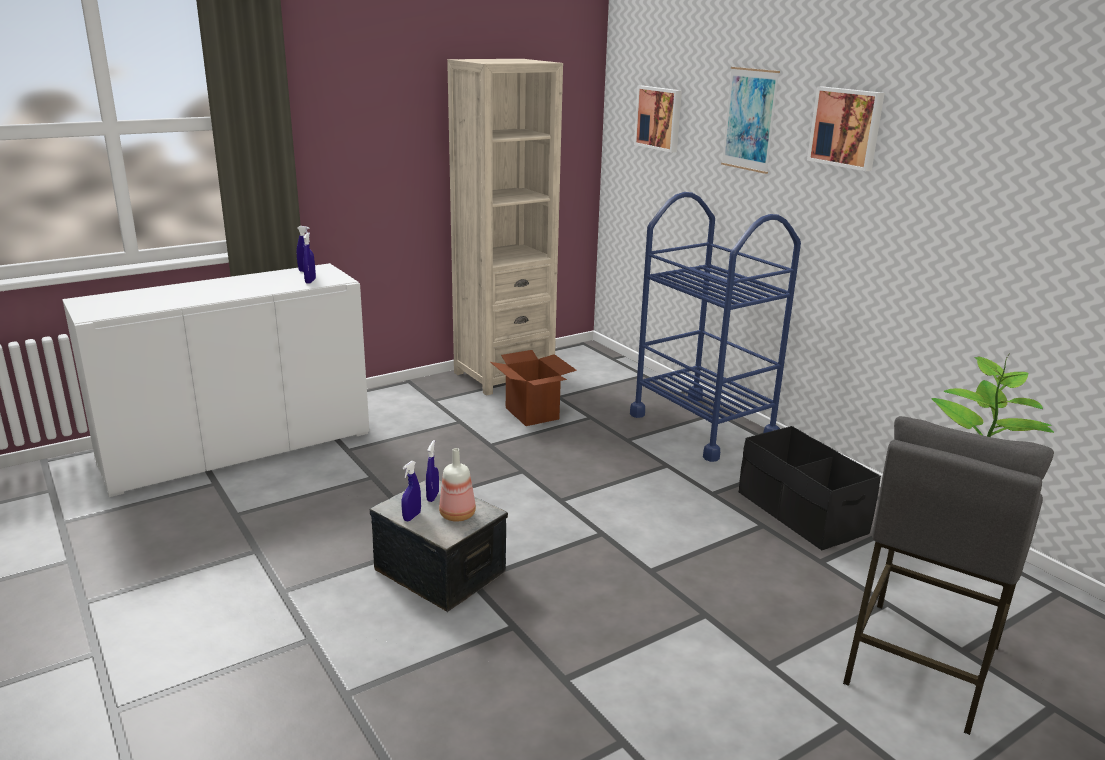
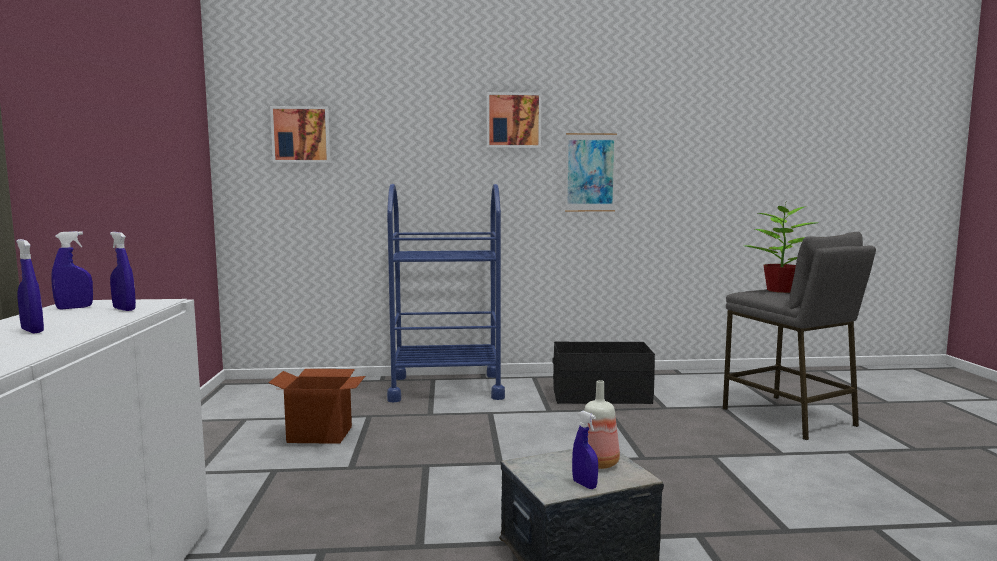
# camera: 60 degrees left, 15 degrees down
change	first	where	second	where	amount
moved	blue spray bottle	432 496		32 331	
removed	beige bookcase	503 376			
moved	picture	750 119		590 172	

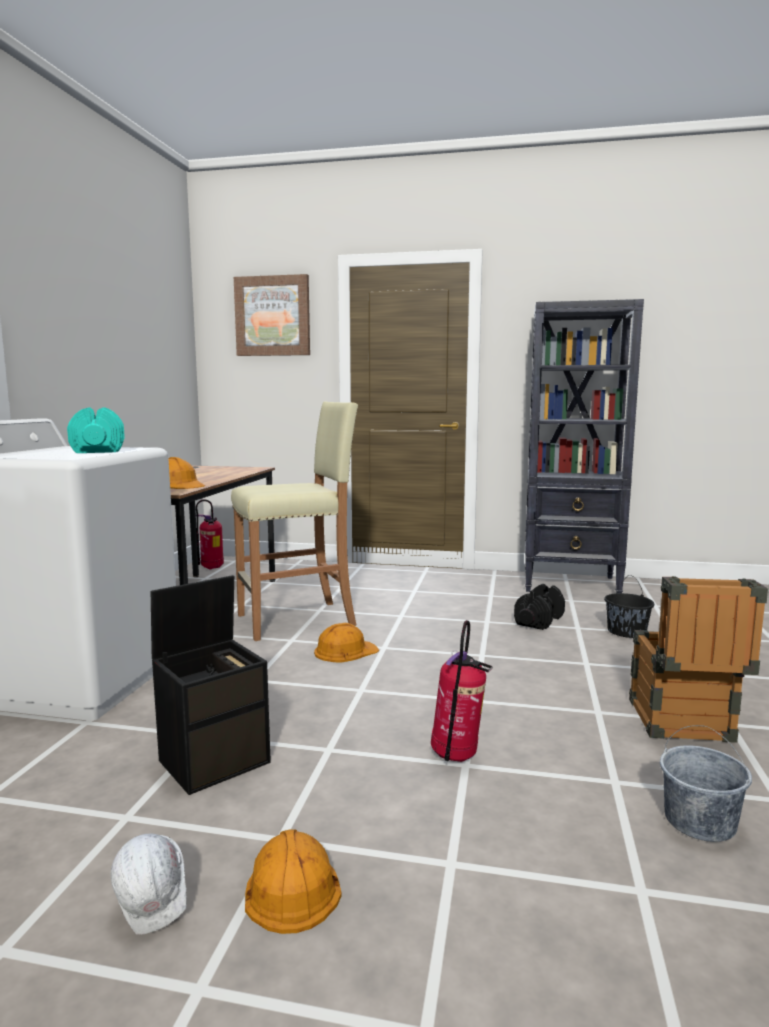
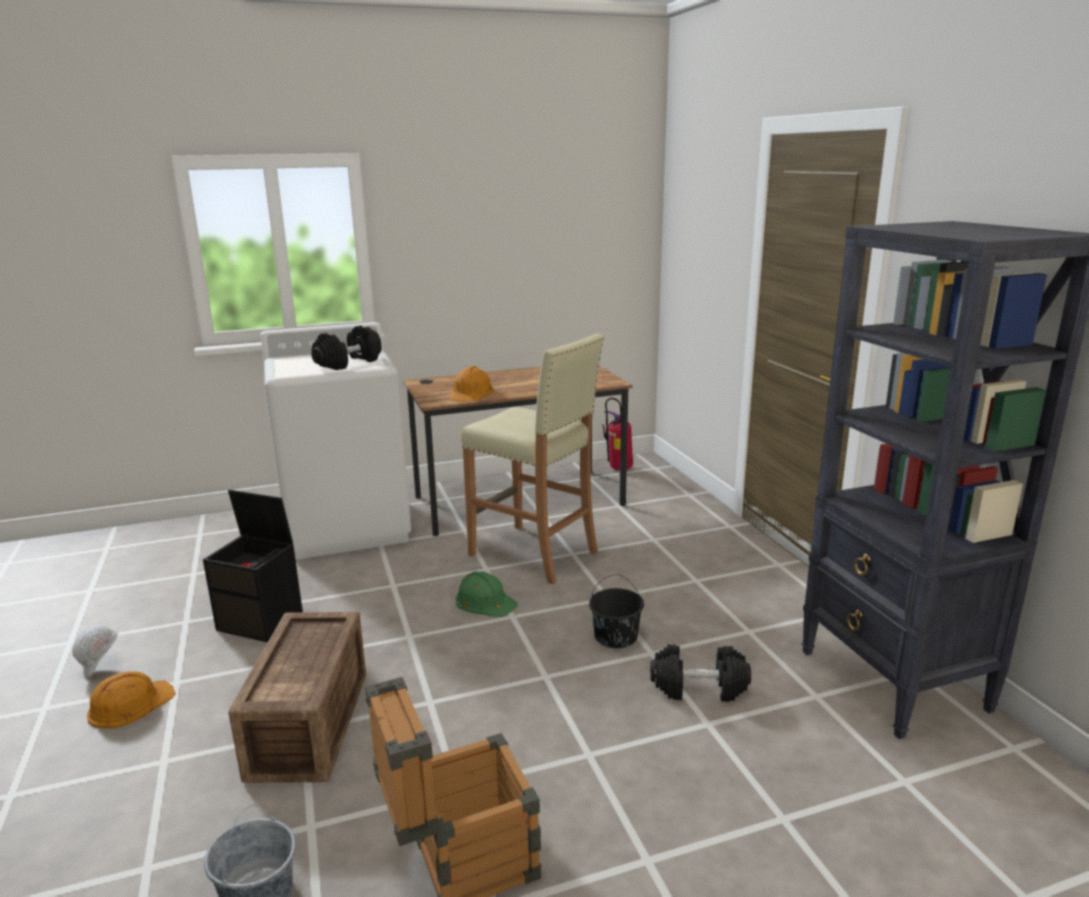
# camera: 60 degrees right, 10 degrees up
change	first	where	second	where	amount
recoloured	turquoise dumbbell	99 450	black dumbbell	348 363	
removed	picture	273 316			
recoloured	orange hard hat	345 651	green hard hat	485 601	
replaced	fire extinguisher	456 758	crate	313 722	
moved	black bucket	626 631		615 636	

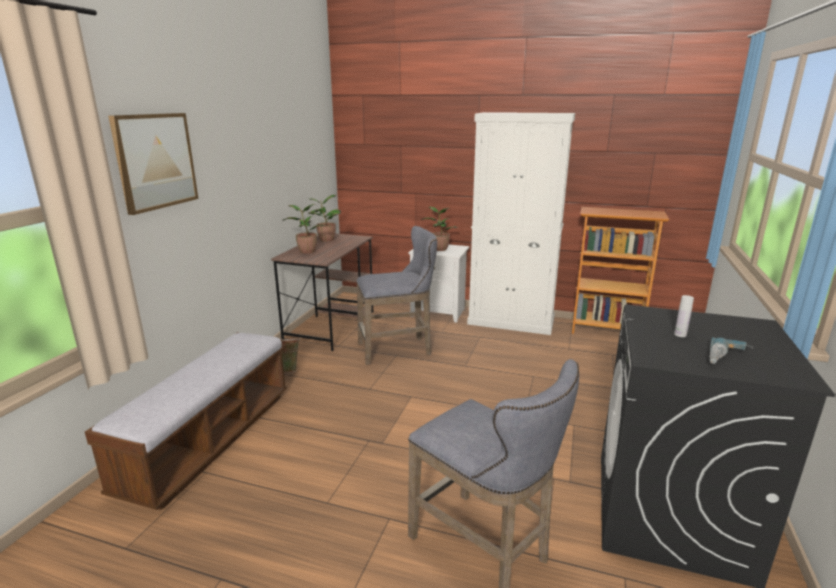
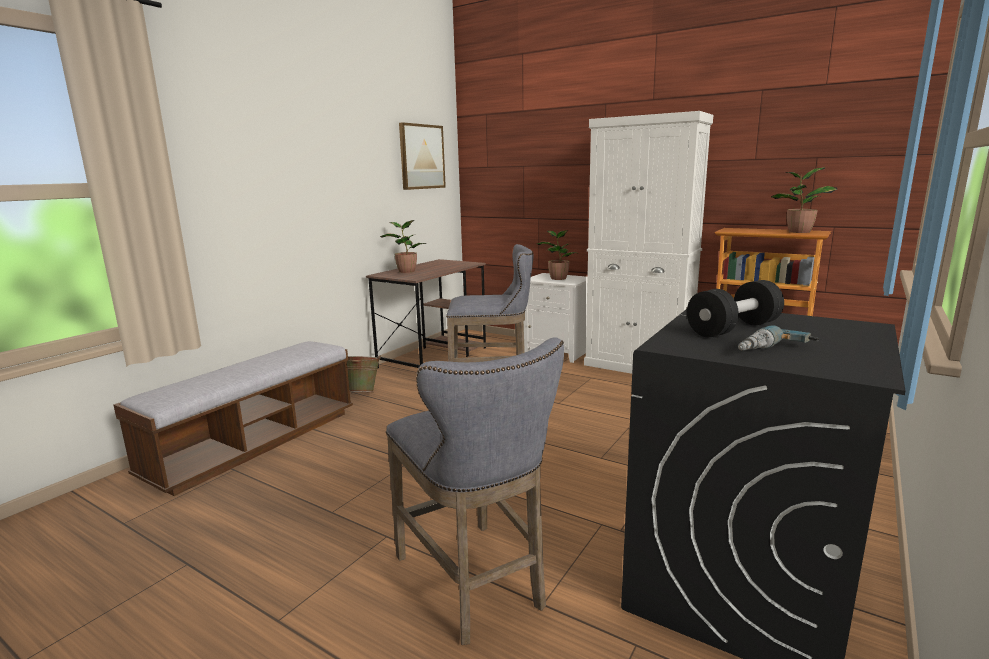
# camera: 15 degrees right, 5 degrees down
change	first	where	second	where	amount
moved	picture	155 161		421 157	
moved	potted plant	325 240		798 232	
replaced	white bottle	680 334	black dumbbell	733 329	

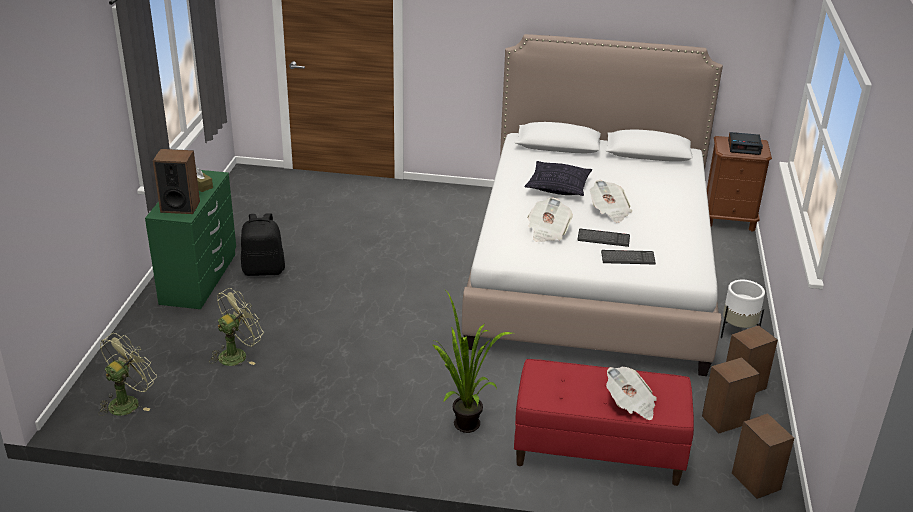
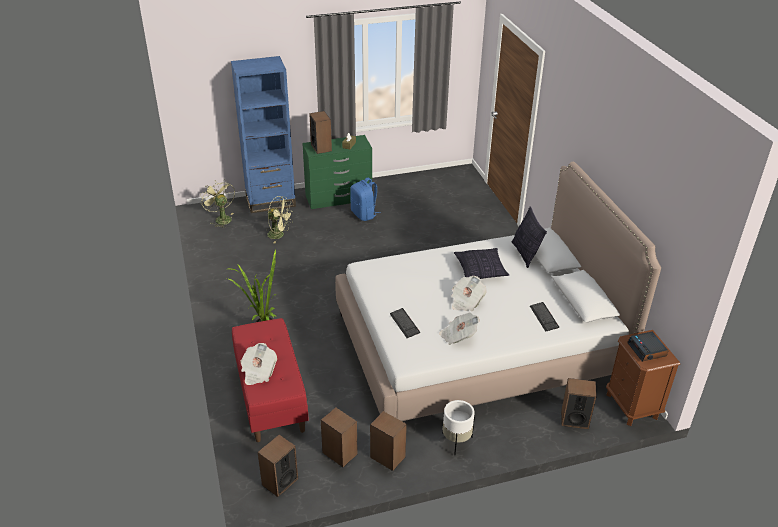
# camera: 65 degrees right, 5 degrees up
change	first	where	second	where	amount
turned	green fan	128 402		221 219	135 degrees counterclockwise
recoloured	black backpack	264 270	blue backpack	364 214	
moved	newspaper	547 231		458 336	
moved	keyboard	603 239		544 317	
added			blue bookcase	270 201	
added			pillow	525 254	
added			speaker	574 419	

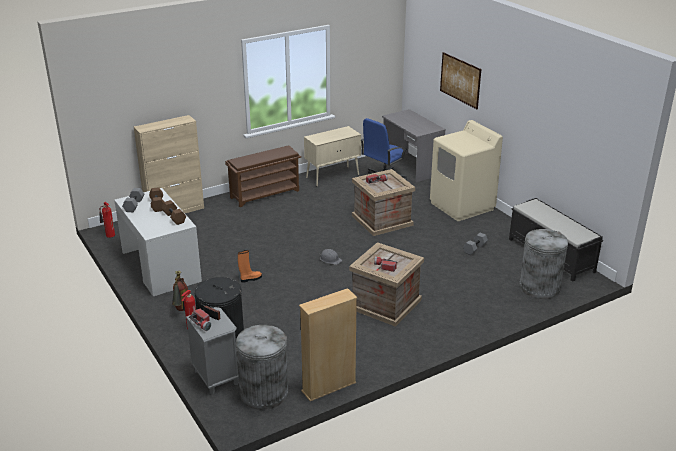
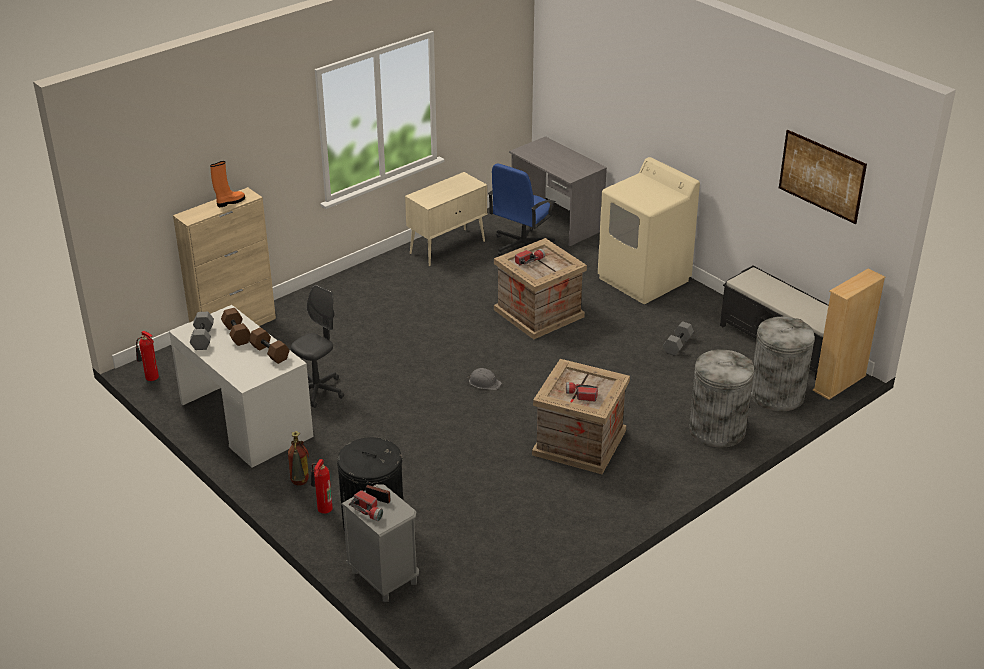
# camera: 10 degrees left, 5 degrees up
change	first	where	second	where	amount
removed	brown shoe rack	265 194			
moved	grey trash can	264 393		717 429	
moved	orange boot	250 279		230 202	
moved	beige bookcase	329 387		839 383	
moved	picture	460 80		821 176	
added			grey office chair	318 391	

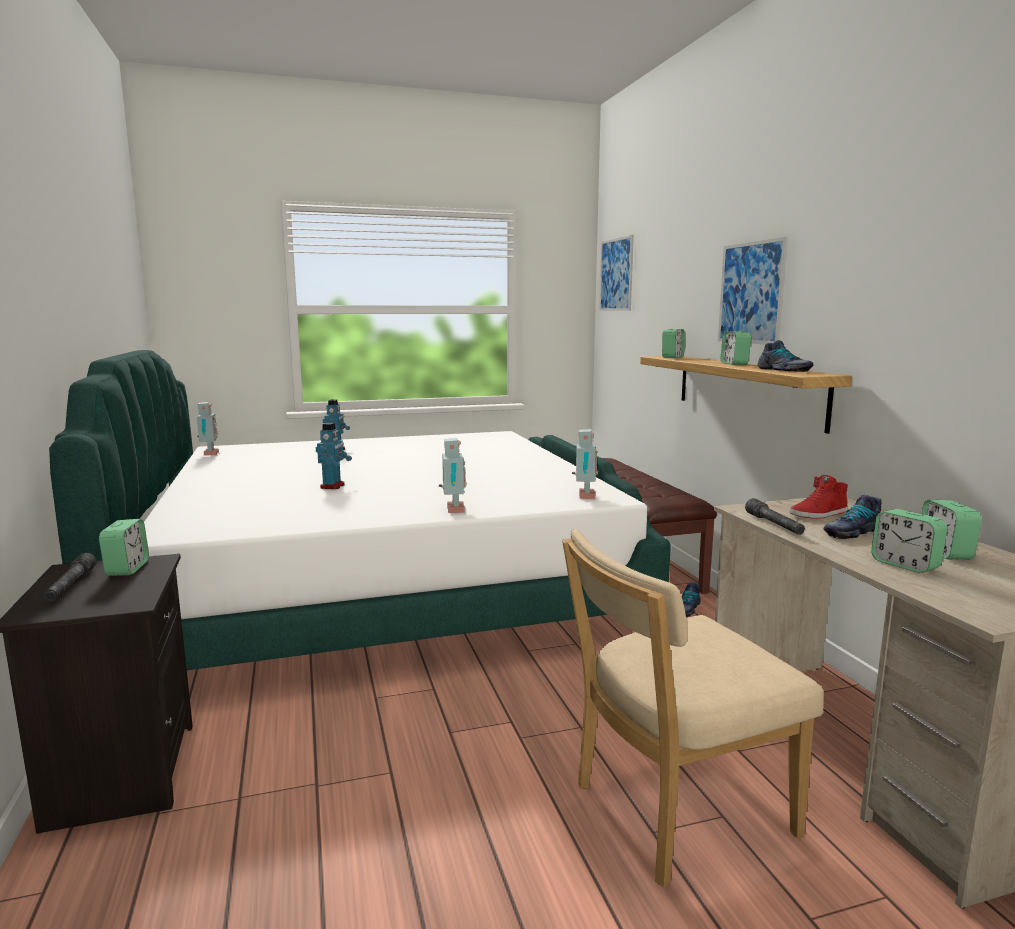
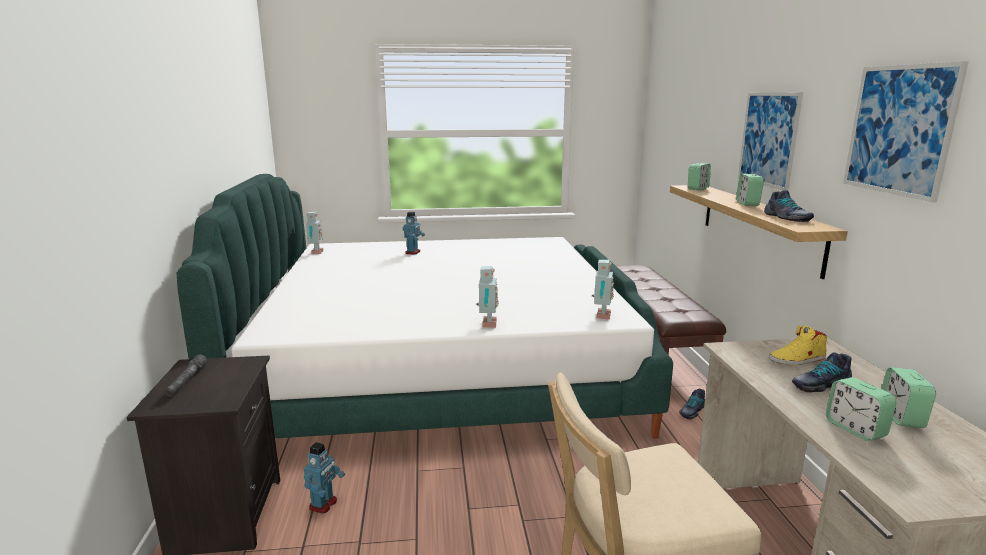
# camera: 10 degrees right, 5 degrees up
change	first	where	second	where	amount
removed	alarm clock	127 569			
moved	toy robot	333 486		324 504	
moved	picture	616 275		899 130	
removed	grey flashlight	774 525			
recoloured	red shoe	819 514	yellow shoe	797 359	

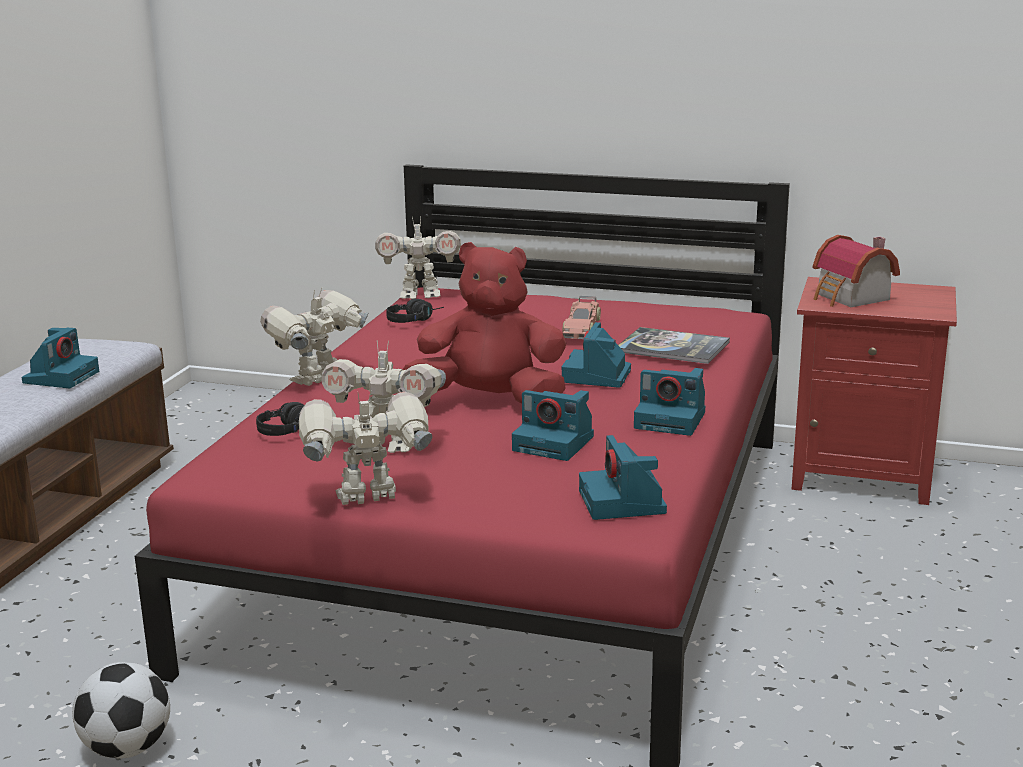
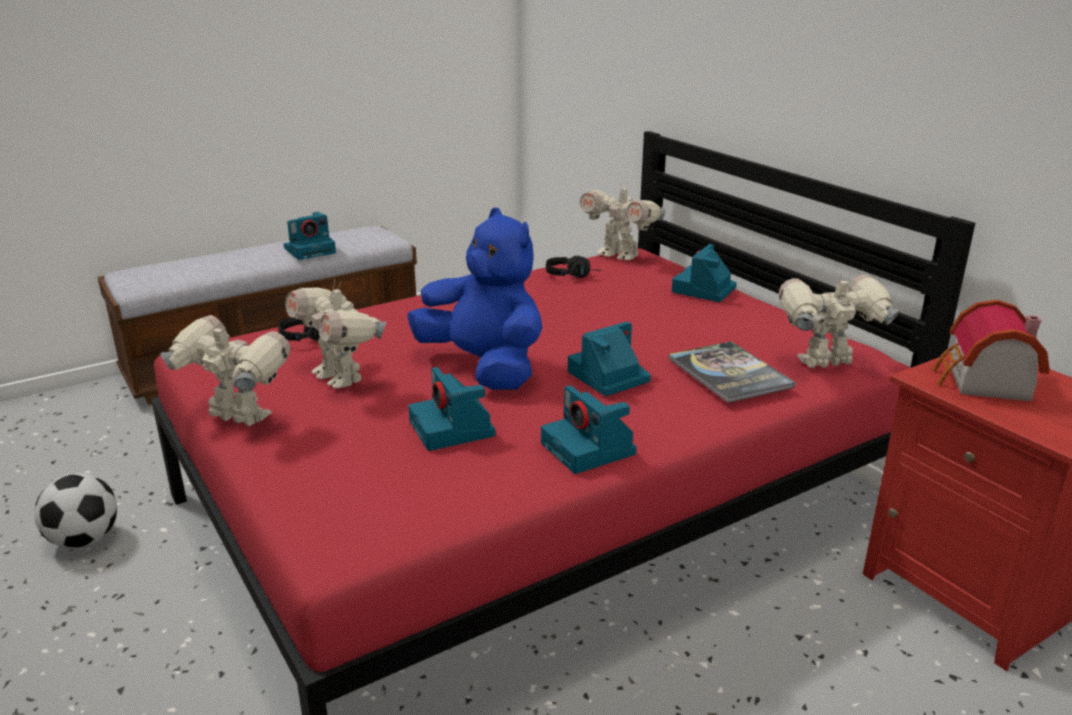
# camera: 40 degrees right, 5 degrees up
change	first	where	second	where	amount
moved	toy robot	318 379		827 364	
recoloured	red plush toy	490 401	blue plush toy	484 367	
removed	toy car	581 328			
moved	photo camera	623 503		704 290	

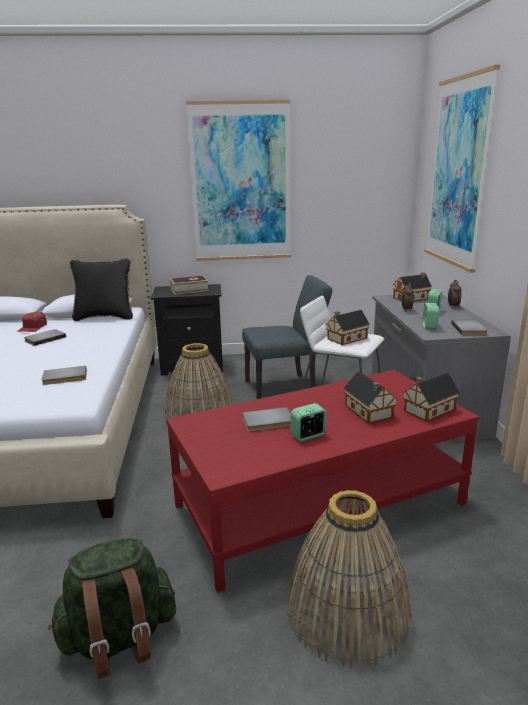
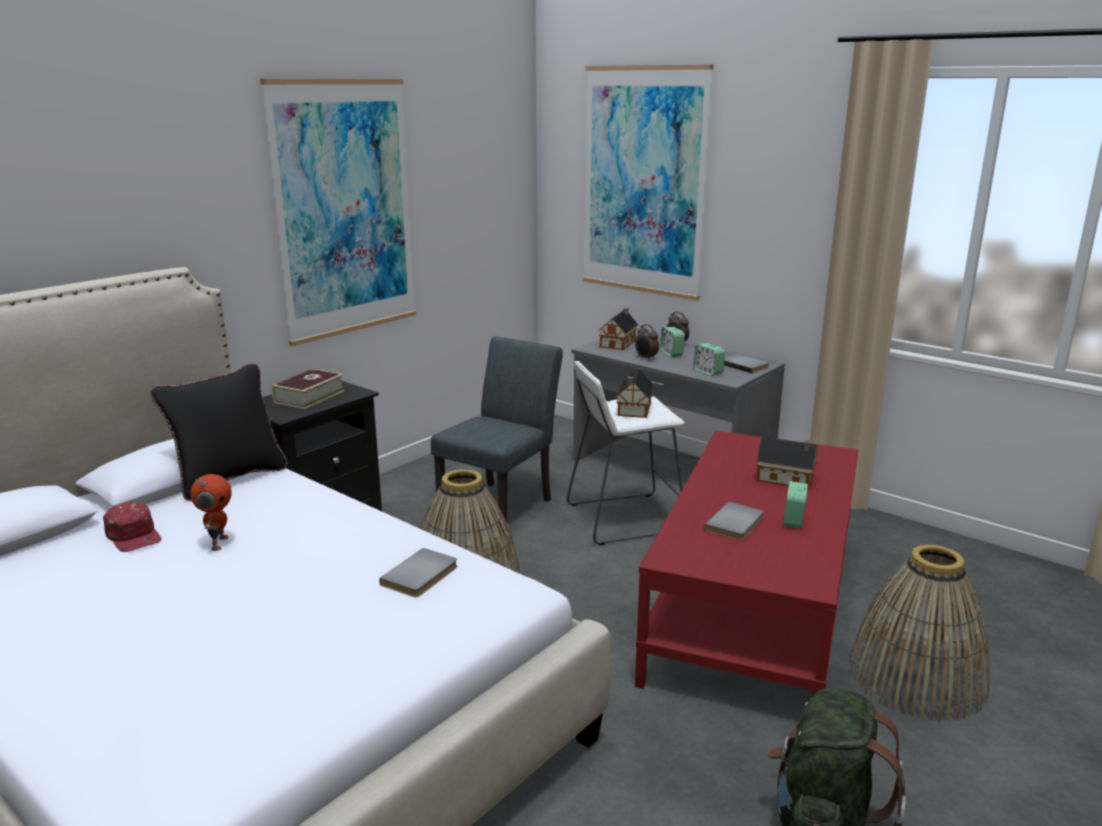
# camera: 45 degrees left, 0 degrees up
change	first	where	second	where	amount
replaced	grey book	44 338	toy robot	218 543	
removed	toy house	427 410			

